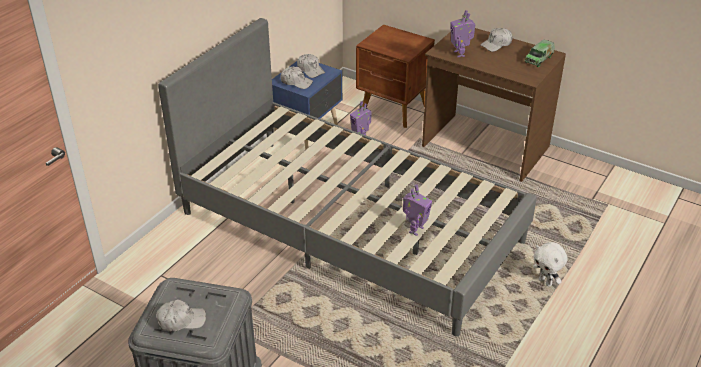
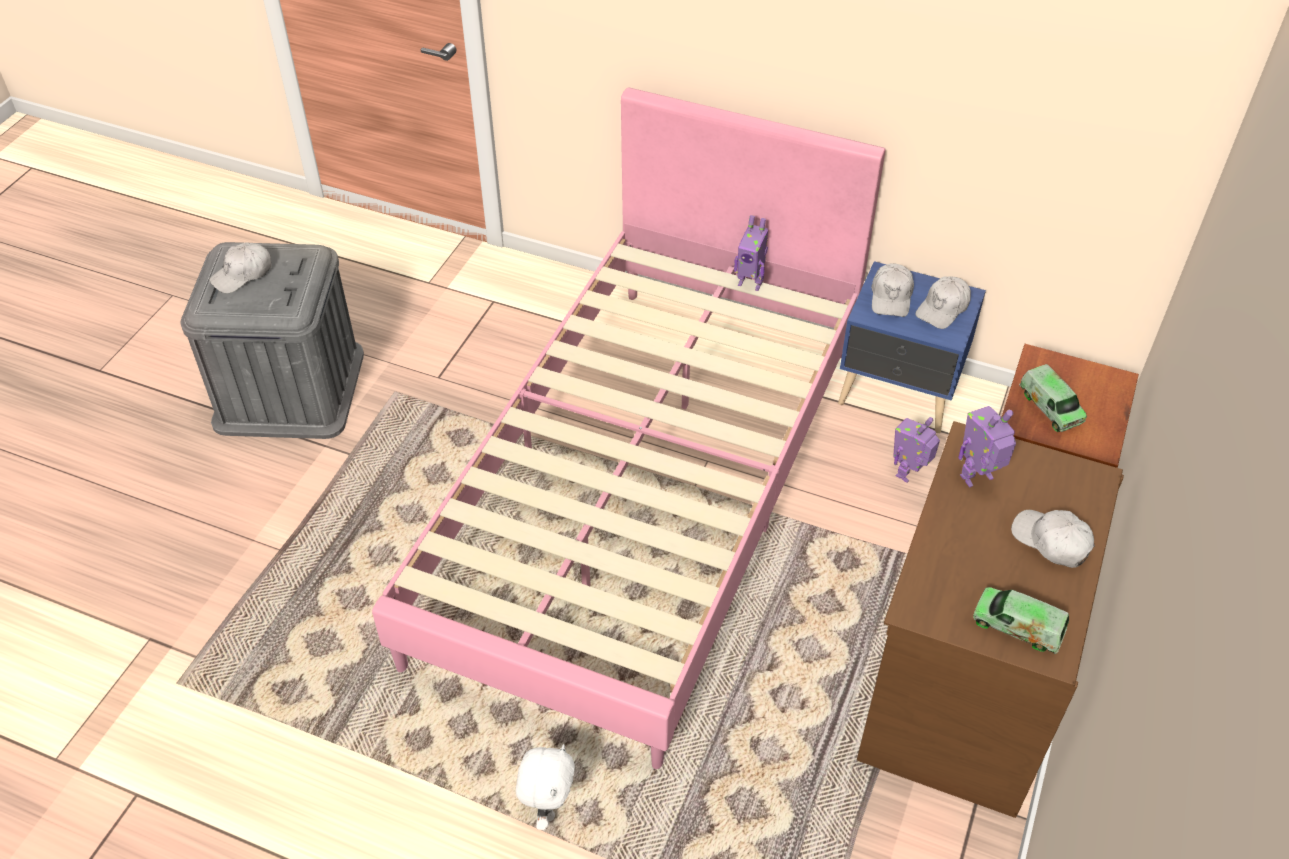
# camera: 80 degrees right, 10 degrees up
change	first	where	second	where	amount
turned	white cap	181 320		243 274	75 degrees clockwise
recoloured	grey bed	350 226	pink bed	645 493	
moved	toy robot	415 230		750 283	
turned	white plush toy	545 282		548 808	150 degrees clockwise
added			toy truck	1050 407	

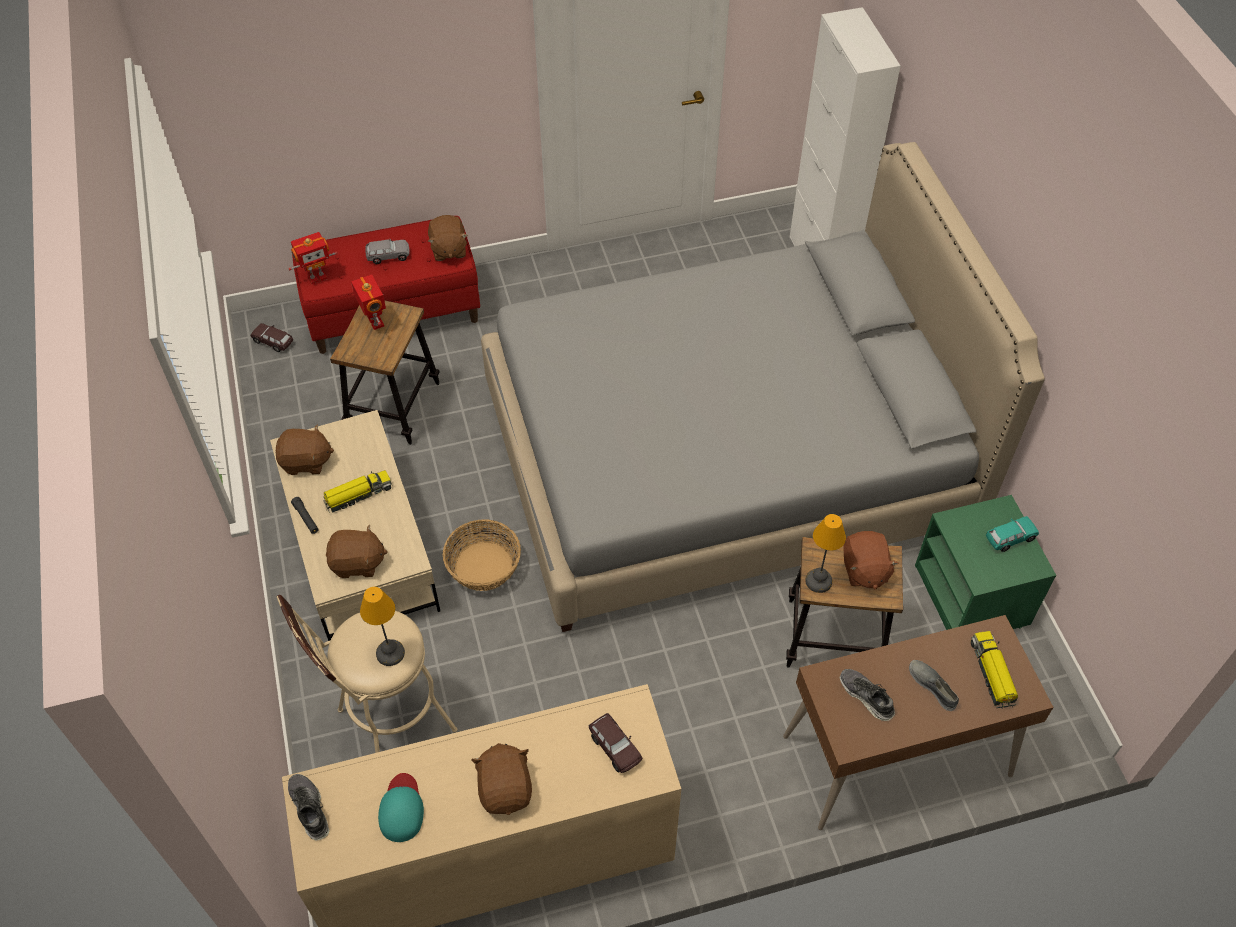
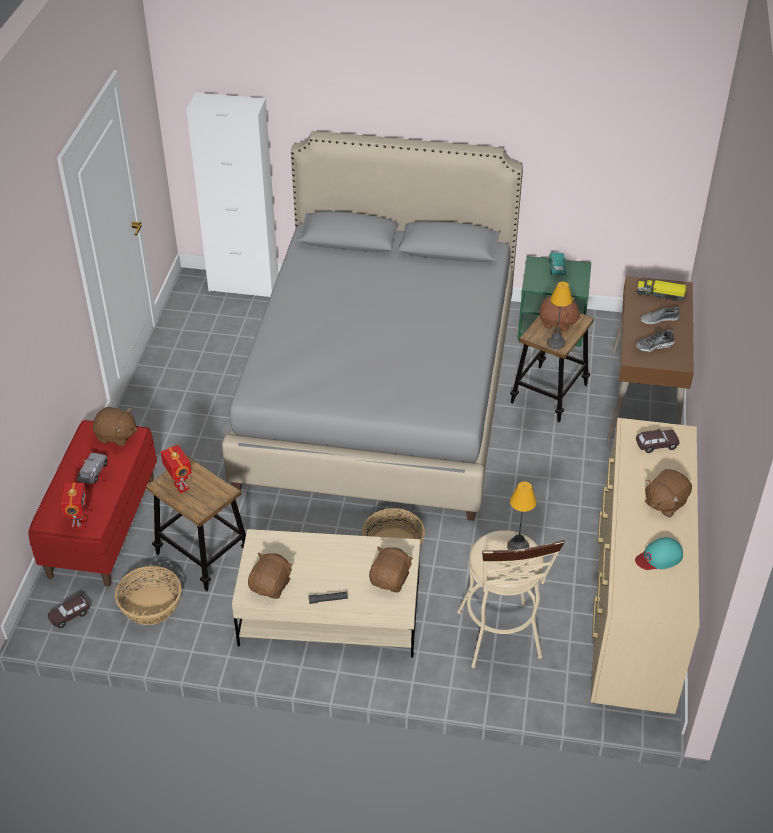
# camera: 65 degrees left, 10 degrees down
change	first	where	second	where	amount
removed	shoe	309 809			
removed	toy truck	357 495			
turned	toy robot	375 322		180 487	60 degrees clockwise
turned	turquoise cap	401 809		659 557	45 degrees counterclockwise
turned	brown plush toy	506 788		664 503	60 degrees counterclockwise
added			basket	151 605	

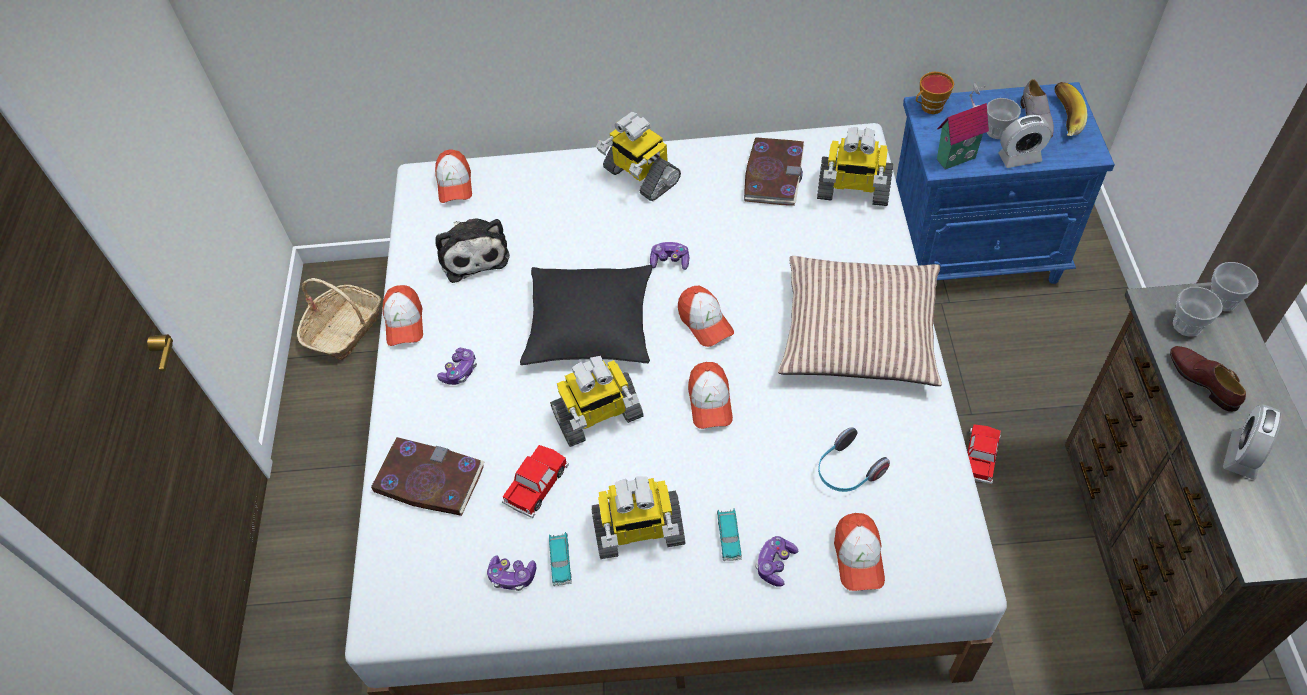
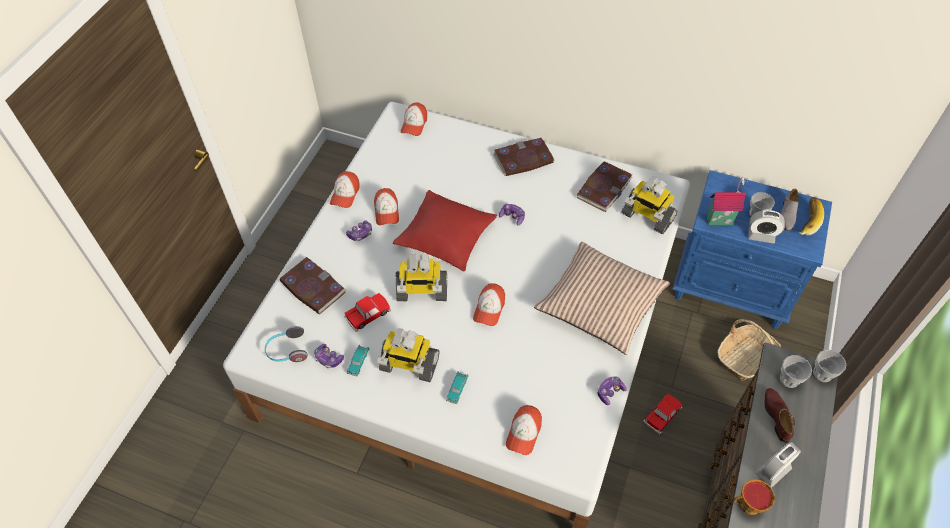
# camera: 20 degrees right, 0 degrees up
change	first	where	second	where	amount
moved	basket	345 329		745 357	
removed	plush toy	473 253			
recoloured	black pillow	590 325	red pillow	446 236	
replaced	toy robot	640 176	book	523 159	
moved	cap	705 322		386 211	
moved	game controller	775 564		609 392	
moved	headphones	847 471		287 350	
moved	cup	930 108		747 505	

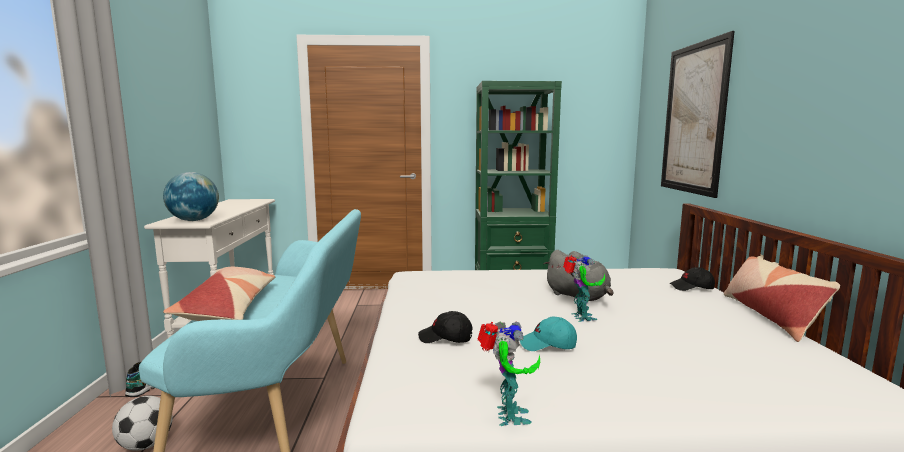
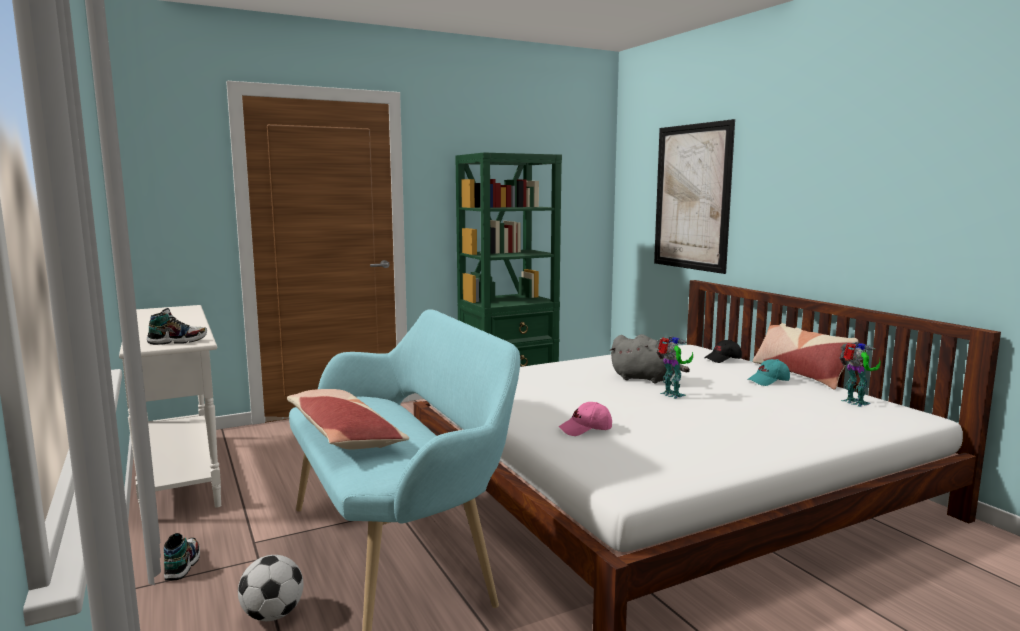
# camera: 25 degrees left, 0 degrees up
change	first	where	second	where	amount
replaced	globe	194 220	shoe	177 341	
recoloured	black cap	446 338	pink cap	586 429	
moved	toy robot	508 417		855 403	
moved	turquoise cap	548 345		768 381	

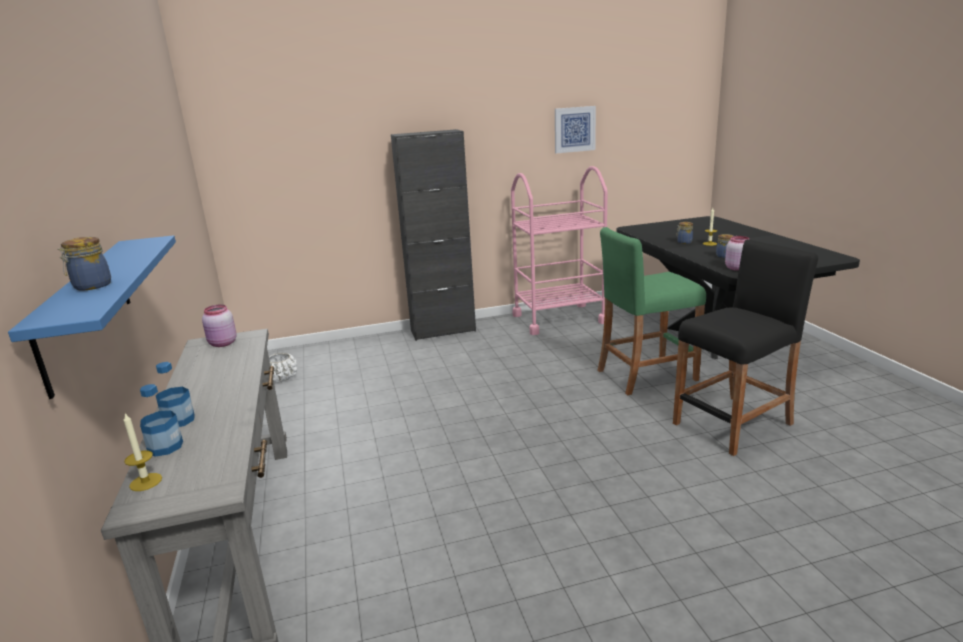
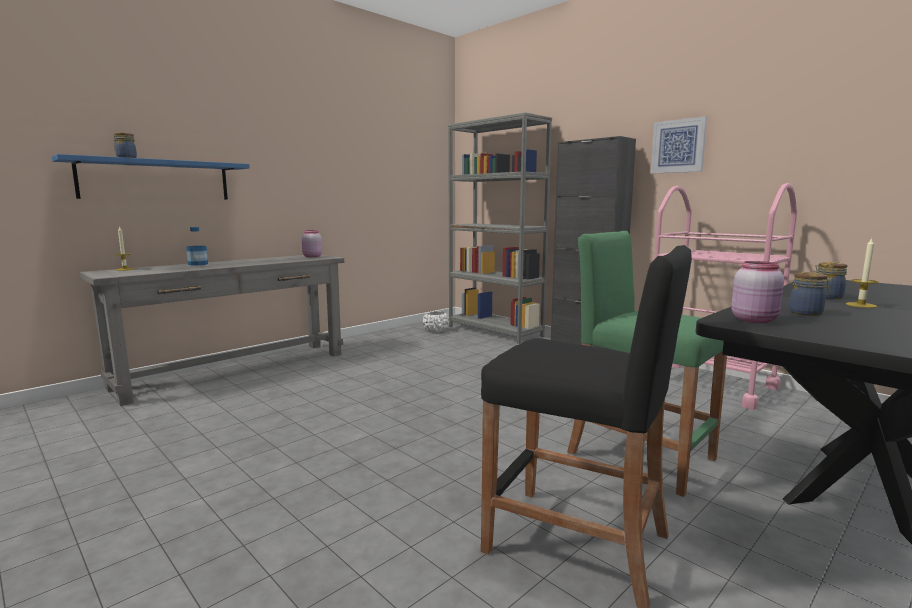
# camera: 60 degrees right, 10 degrees down
change	first	where	second	where	amount
removed	bottle	165 447			
moved	picture	574 129		678 146	
added			grey bookcase	495 331	

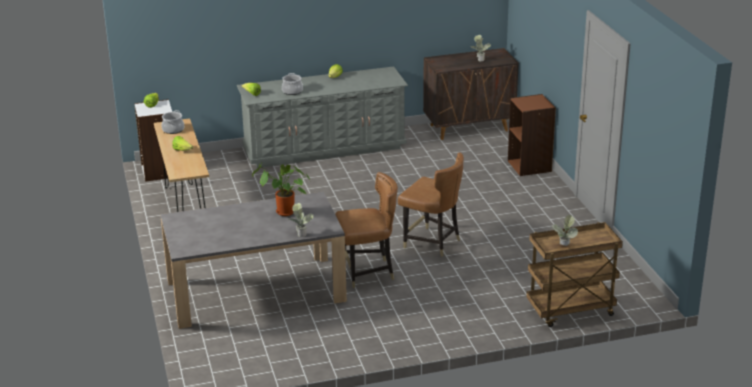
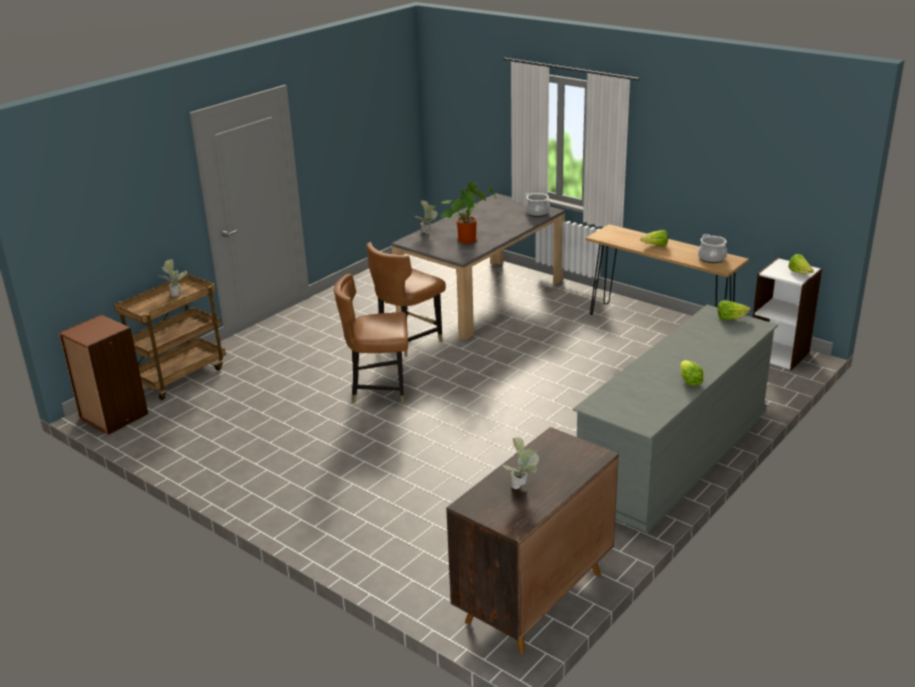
# camera: 145 degrees right, 0 degrees up
change	first	where	second	where	amount
moved	cooking pot	292 91		537 213	
moved	brown bookcase	530 166		113 416	

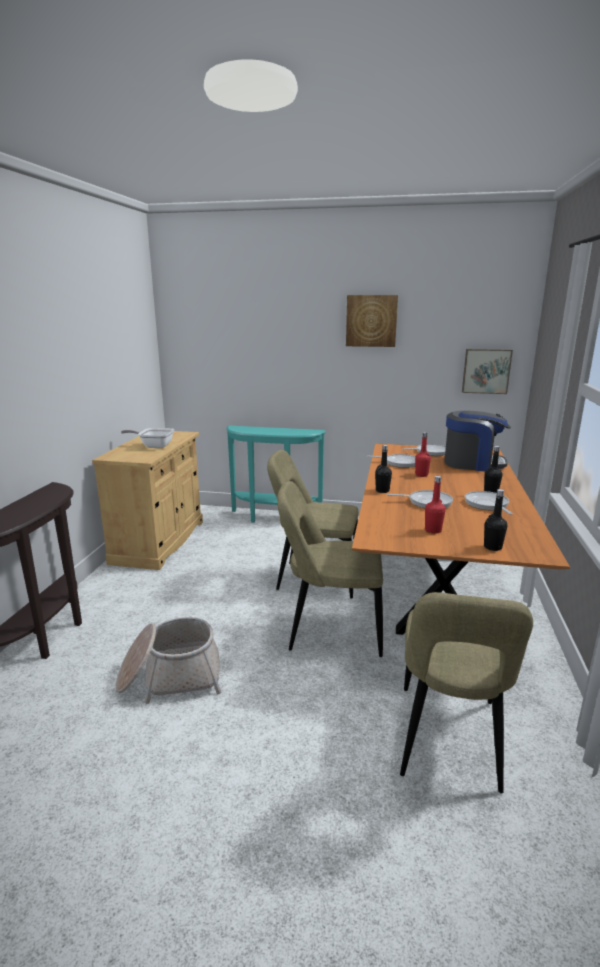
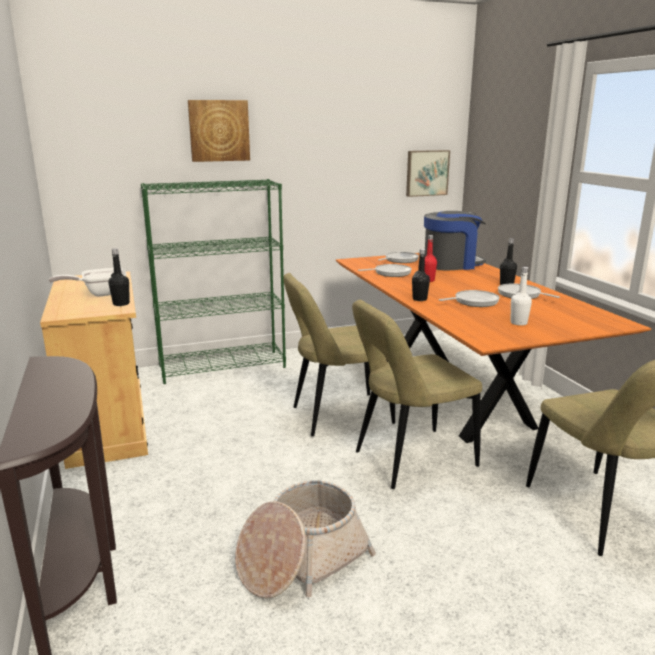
# camera: 30 degrees left, 0 degrees up
change	first	where	second	where	amount
replaced	turquoise console table	274 518	green bookcase	223 366	
moved	picture	371 321		219 131	
recoloured	red bottle	433 530	white bottle	518 323	
moved	black bottle	492 547		121 304	

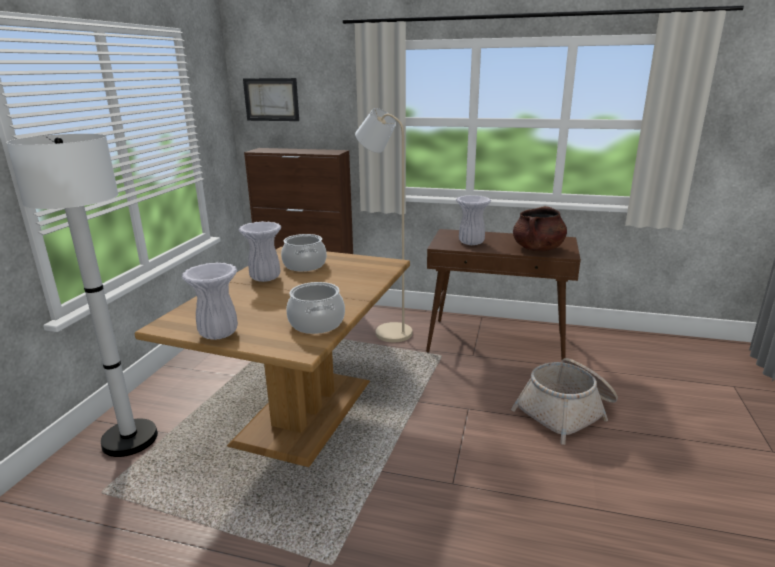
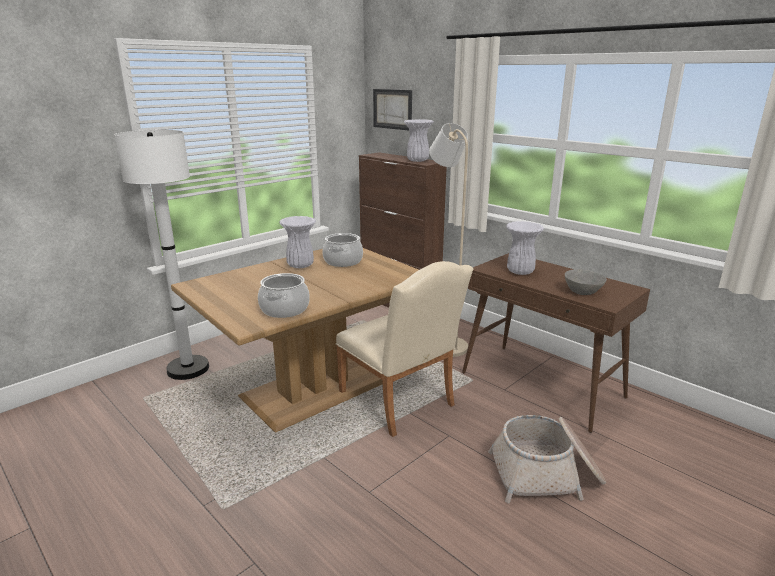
# camera: 30 degrees right, 0 degrees up
change	first	where	second	where	amount
moved	white vase	219 334		418 160	
replaced	brown cooking pot	537 249	grey bowl	582 292	
added			beige chair	401 403	

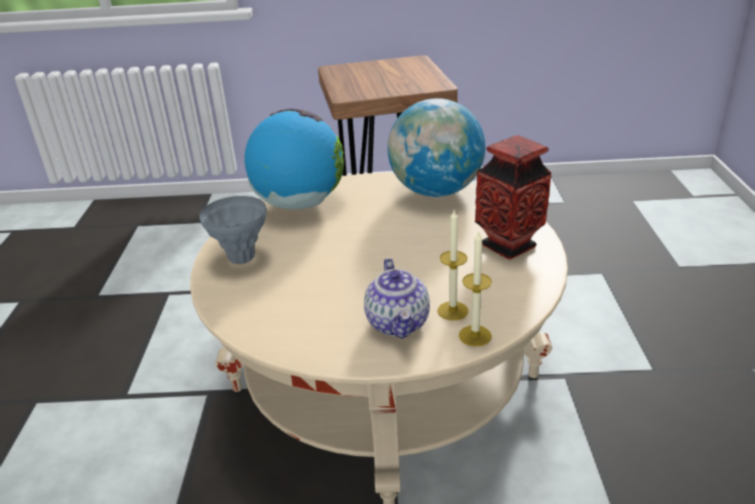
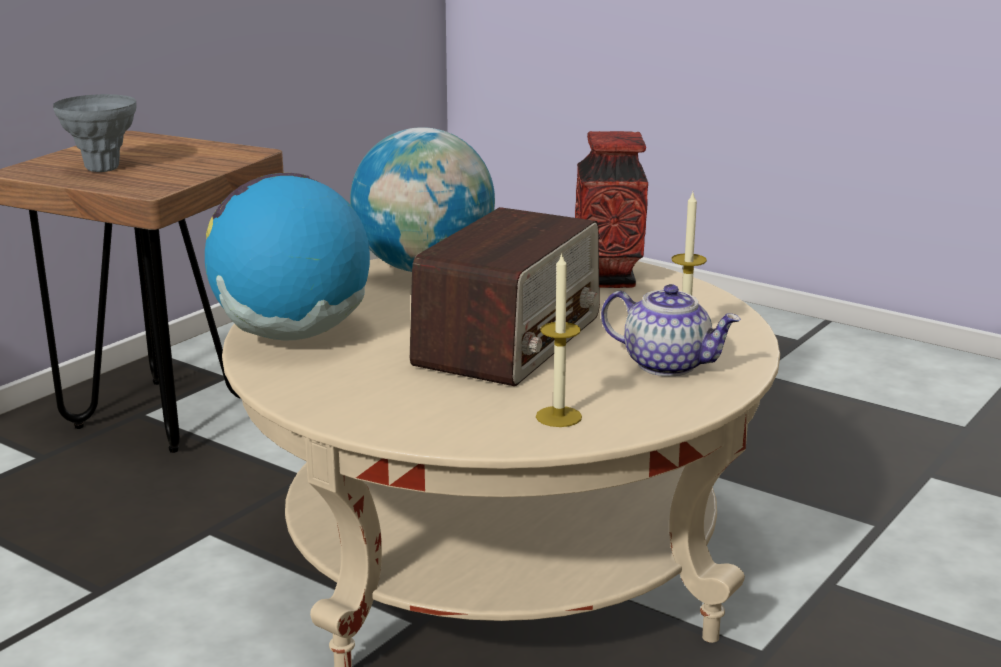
# camera: 55 degrees left, 10 degrees down
change	first	where	second	where	amount
moved	grey vase	241 258		102 169	
moved	candle	475 335		558 417	
added			radio	510 340	

